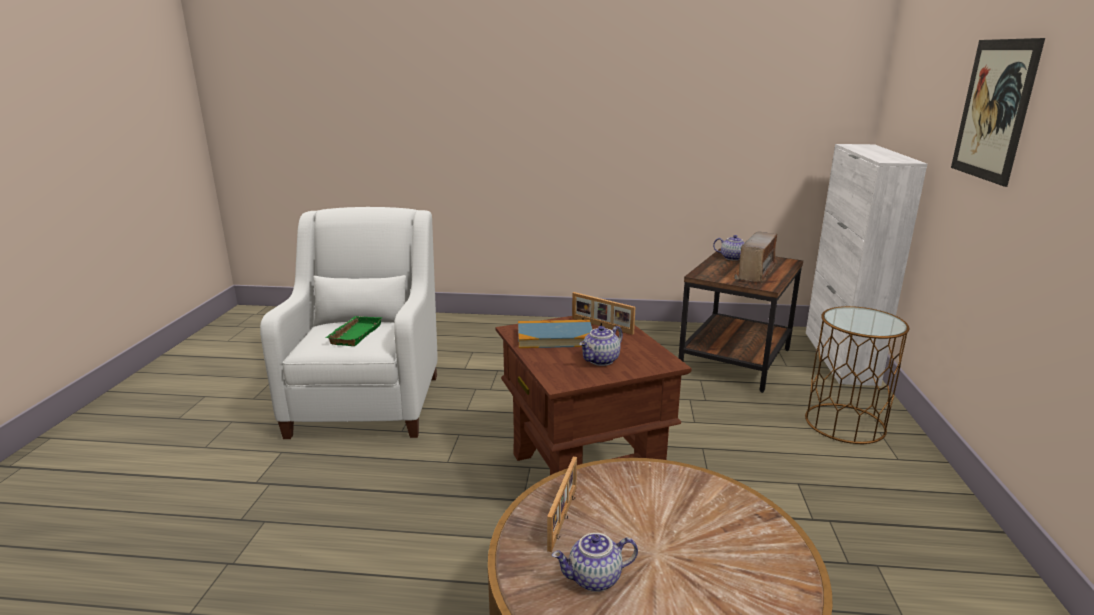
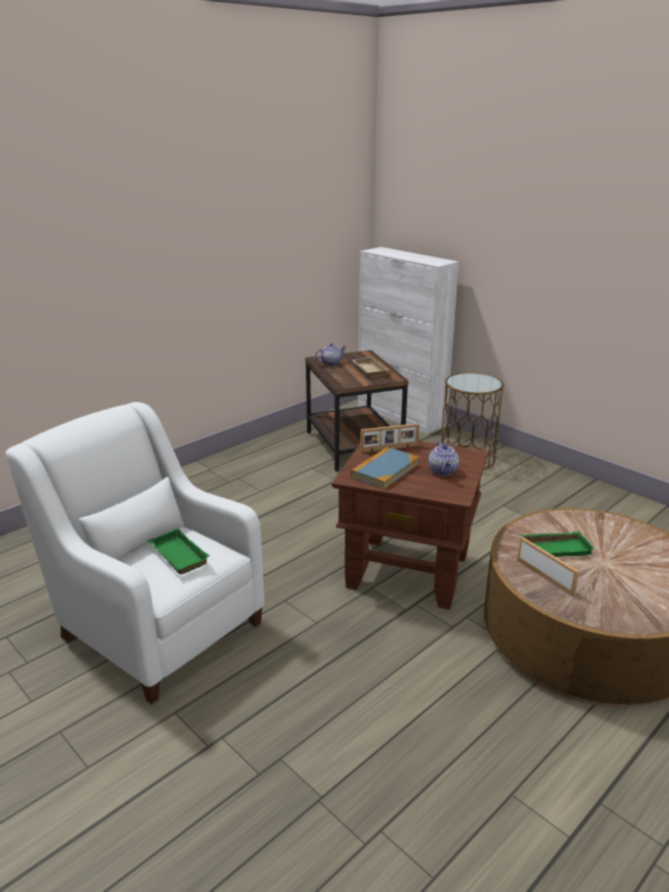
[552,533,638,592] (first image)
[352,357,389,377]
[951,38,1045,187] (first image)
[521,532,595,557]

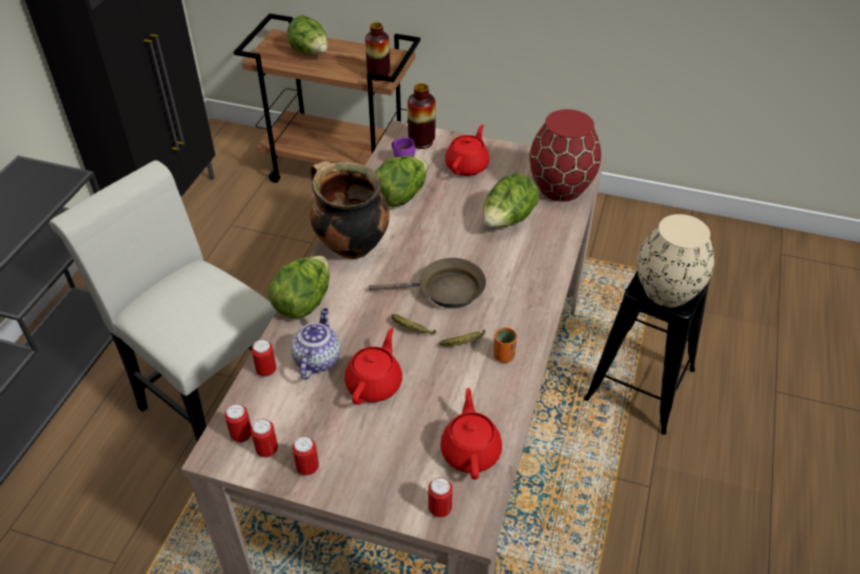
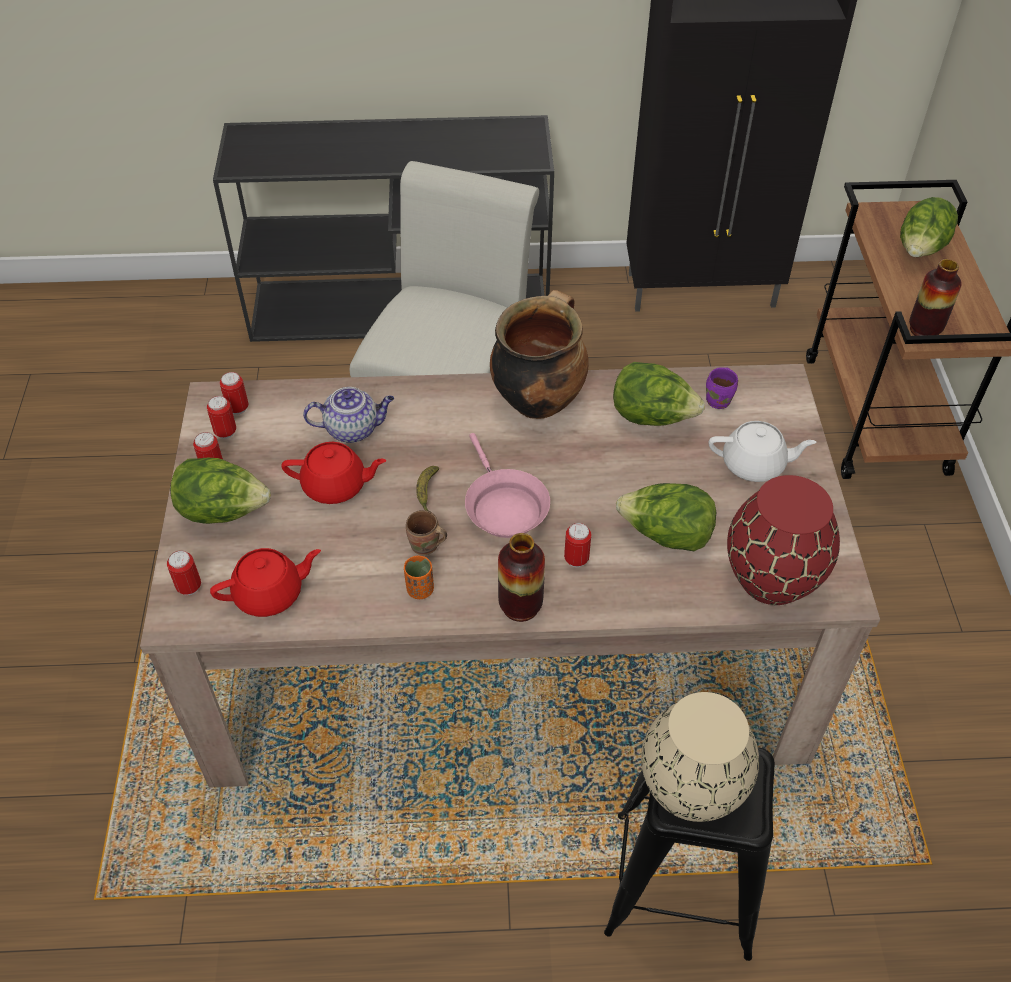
[564,523,591,567]
[170,458,271,524]
[465,433,550,538]
[498,533,545,622]
[406,510,447,555]
[709,421,816,482]

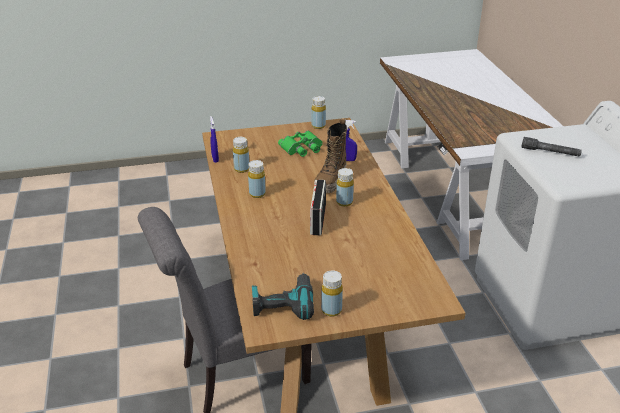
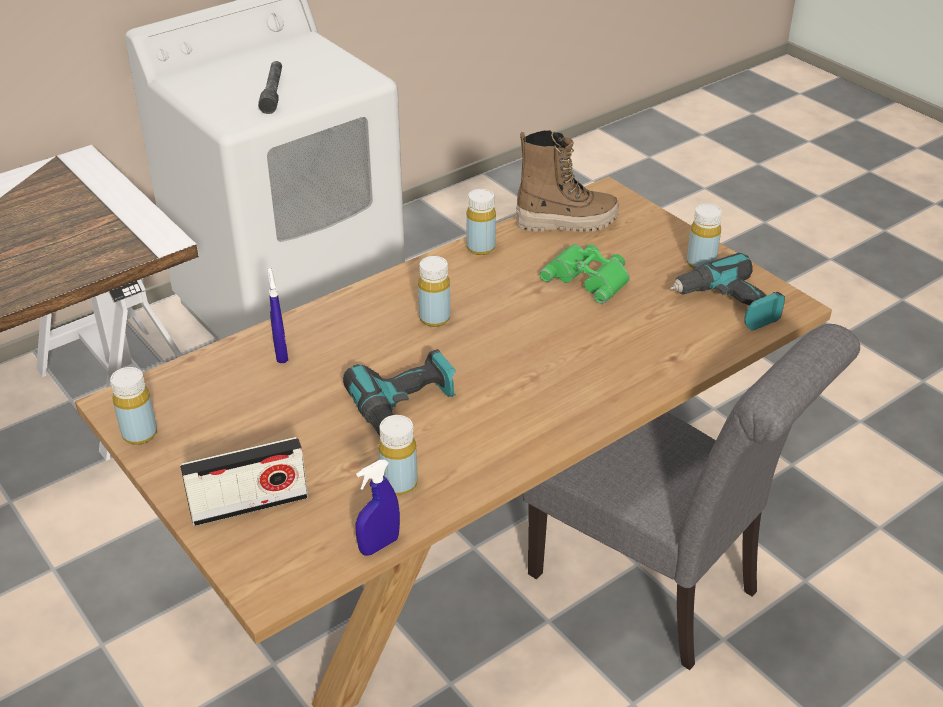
[466,189,496,255]
[539,244,630,304]
[180,437,308,526]
[516,130,618,232]
[343,349,456,436]

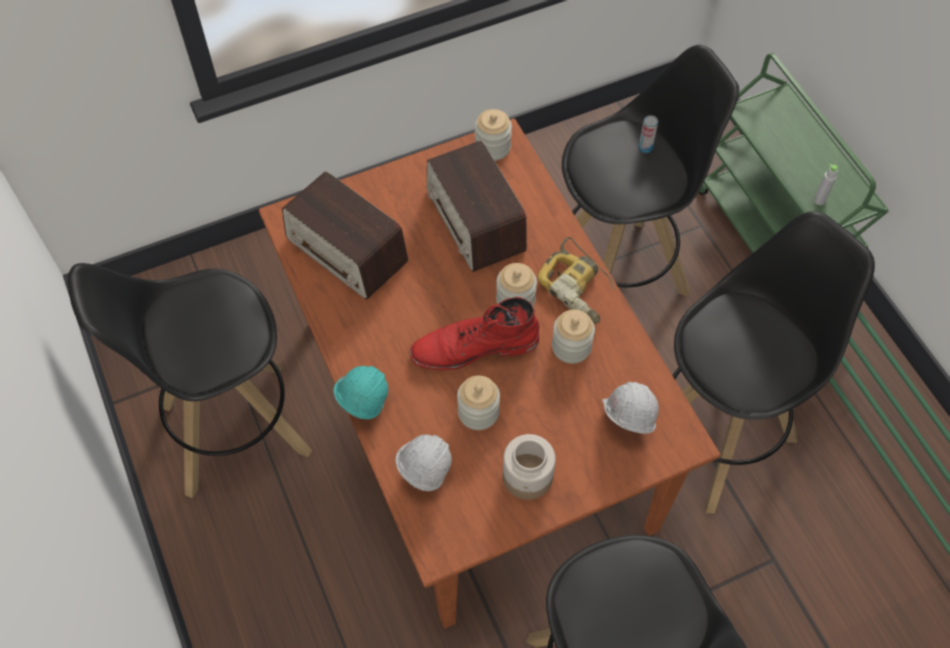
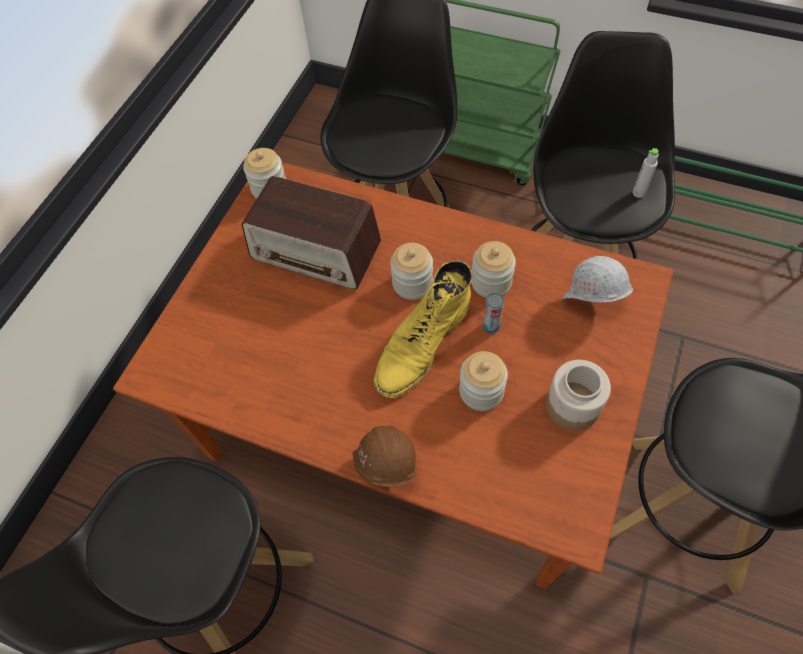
[282,171,408,299] (first image)
[352,426,417,487]
[396,435,452,491] (first image)
[374,261,472,398]
[537,237,615,324] (first image)
[483,293,504,333]
[632,148,659,198]

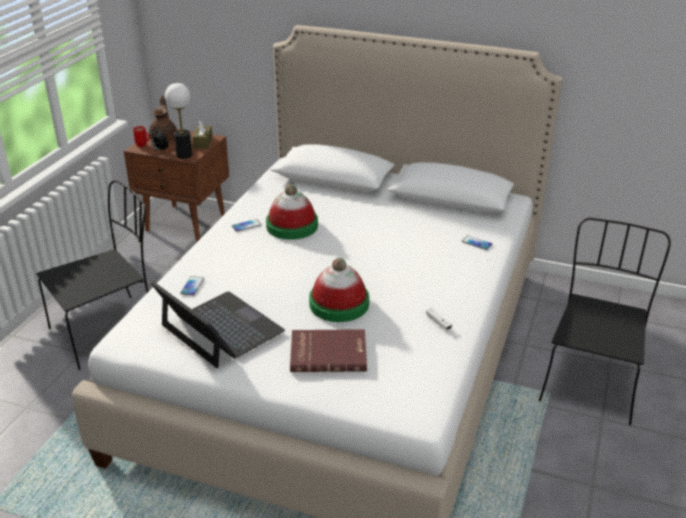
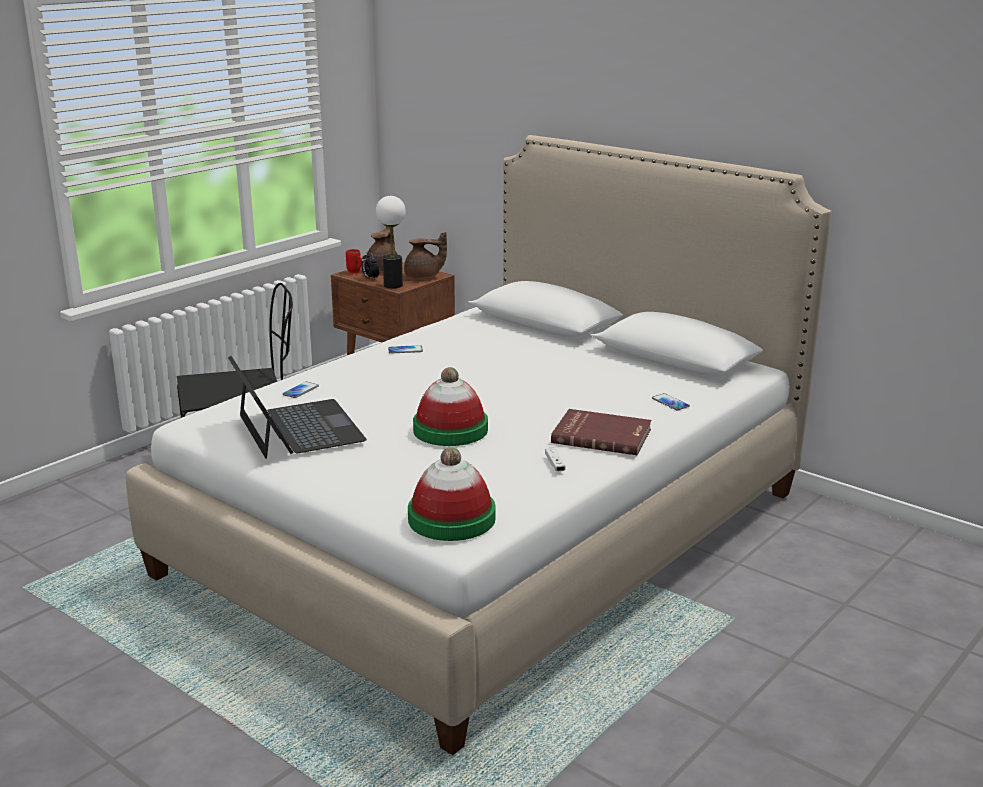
[404,232,447,279]
[408,447,496,541]
[551,409,651,455]
[539,218,671,425] (first image)

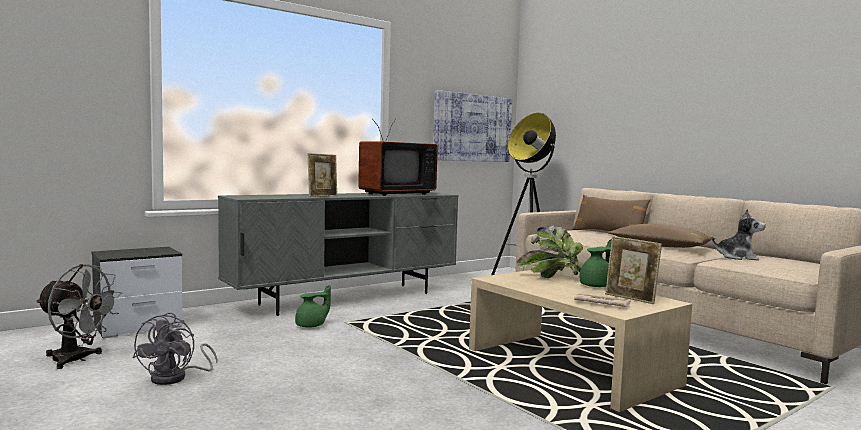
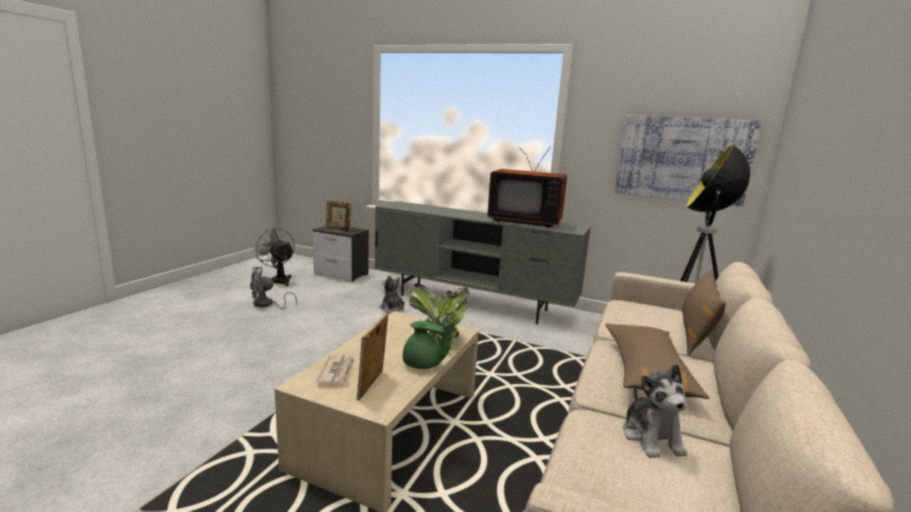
[253,228,295,286]
[379,275,405,313]
[325,200,352,233]

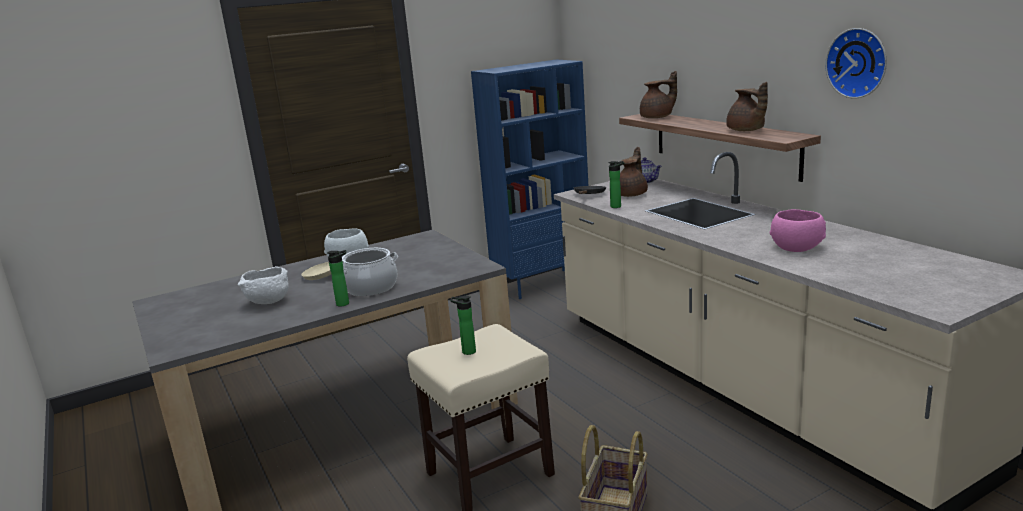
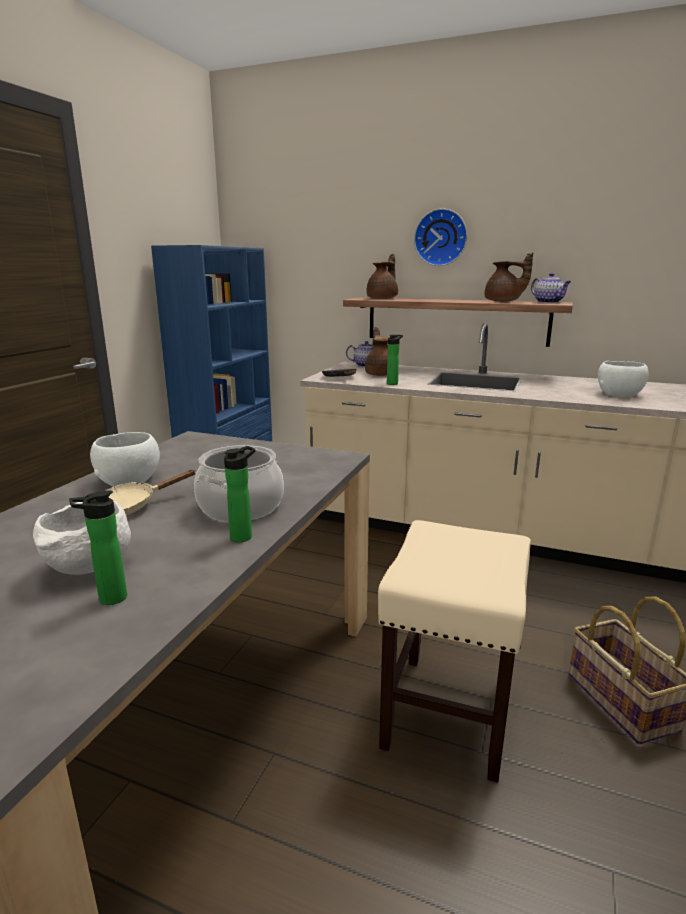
[69,490,127,605]
[598,361,649,397]
[414,208,467,266]
[531,273,571,303]

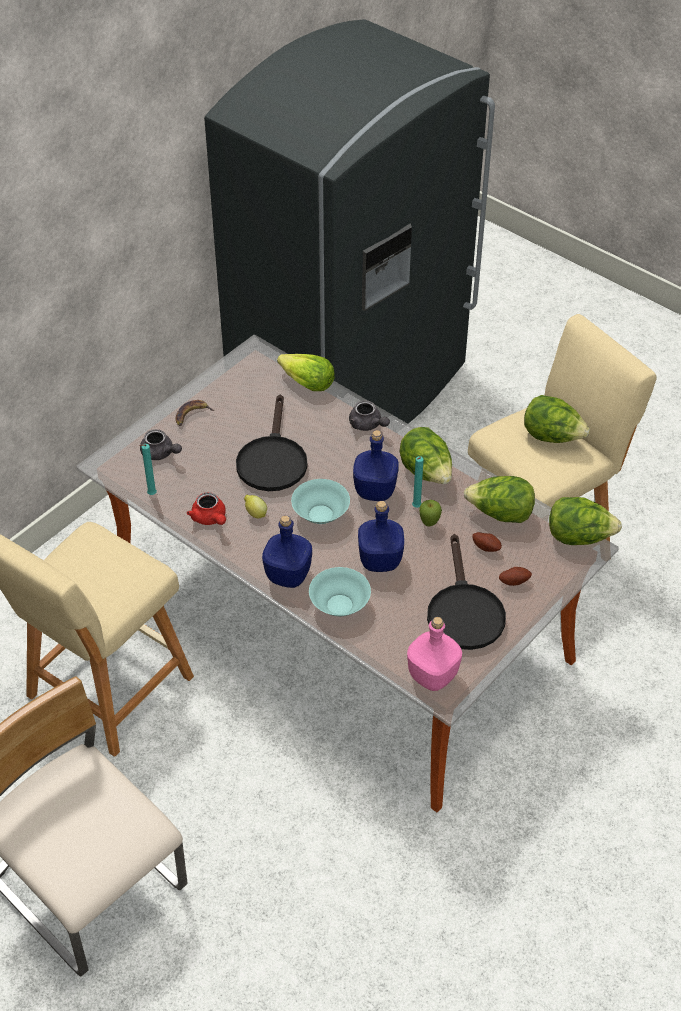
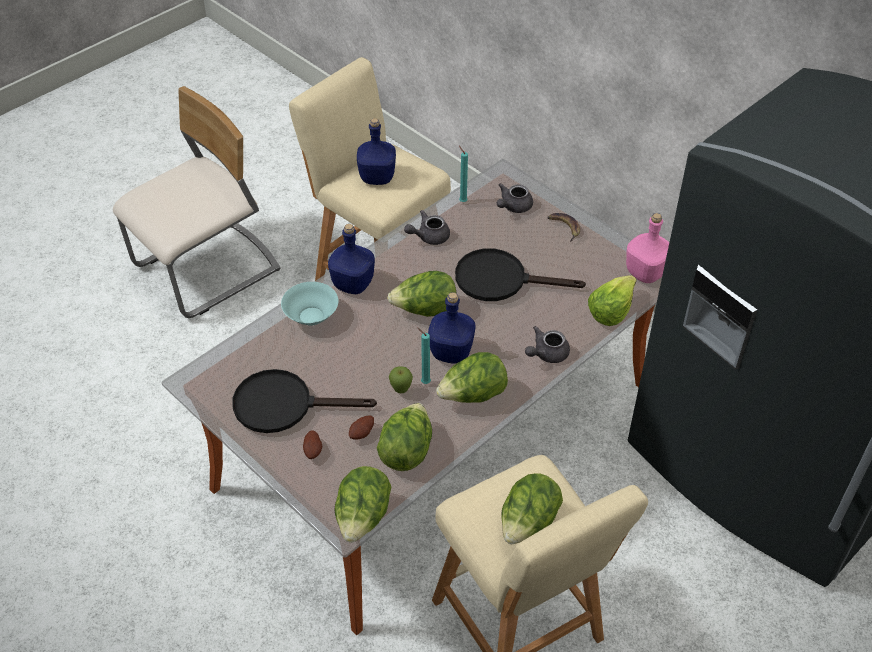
[404,210,450,245]
[244,495,267,518] (first image)
[387,271,456,317]
[357,118,396,185]
[626,213,669,283]

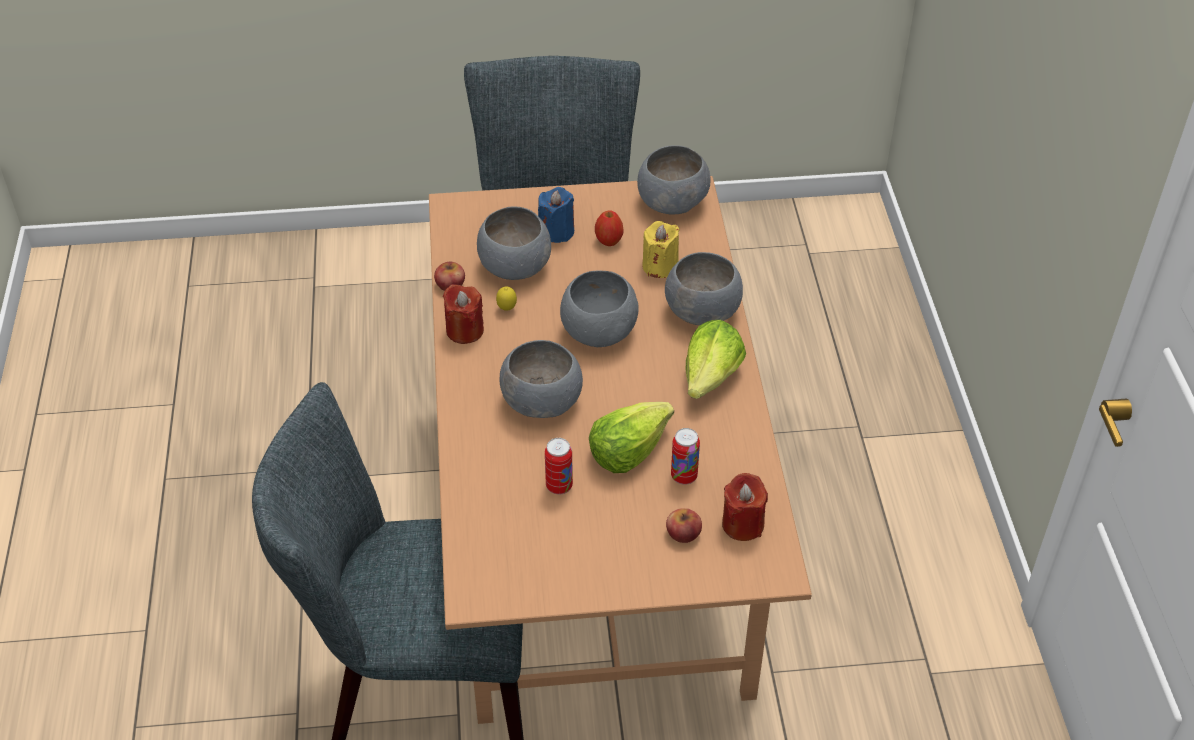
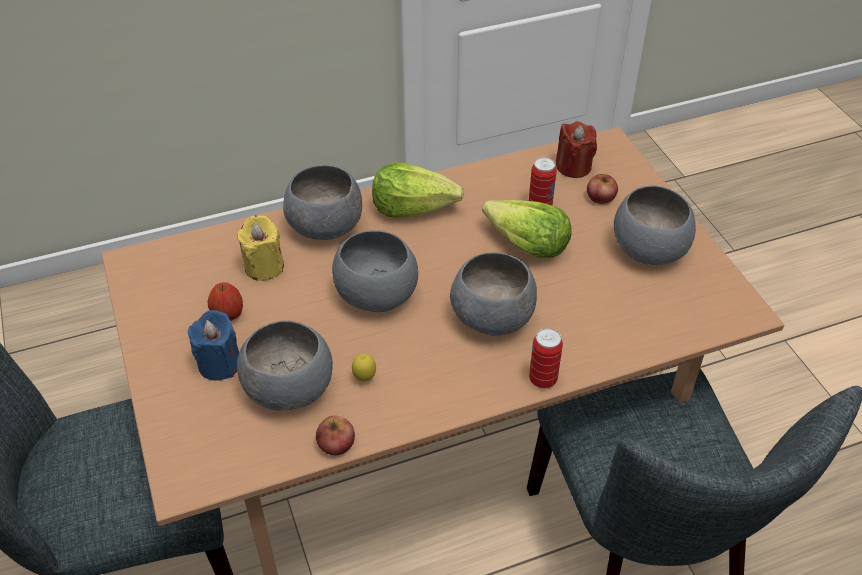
[443,284,484,344] (first image)
[529,328,563,389]
[614,186,696,265]

